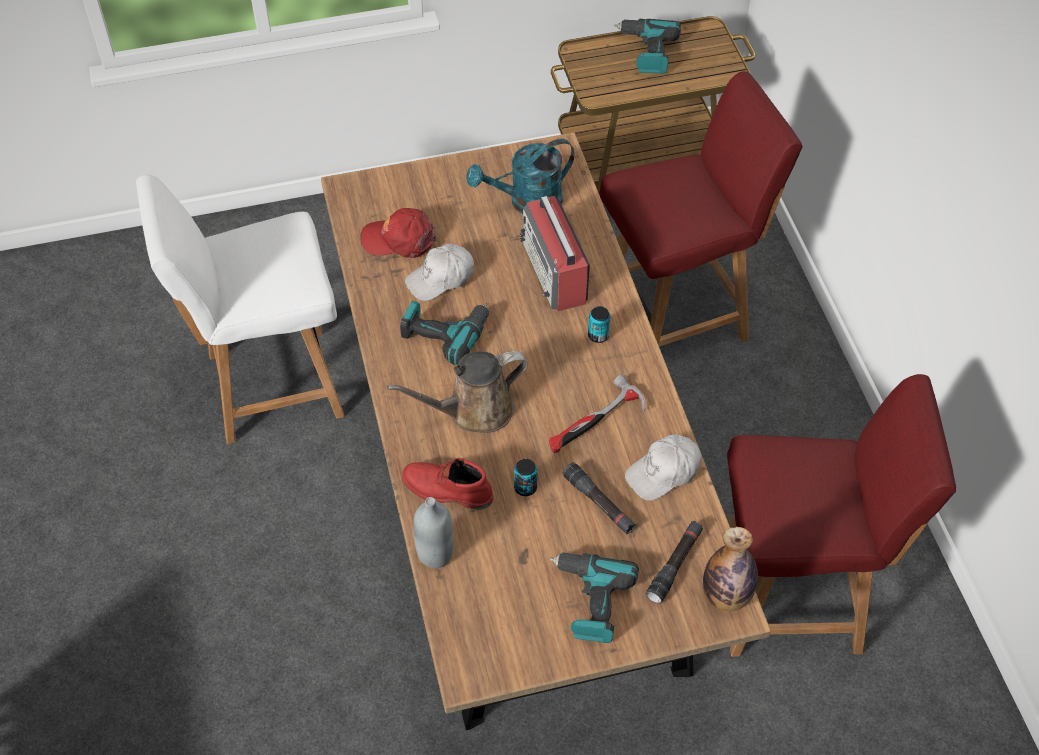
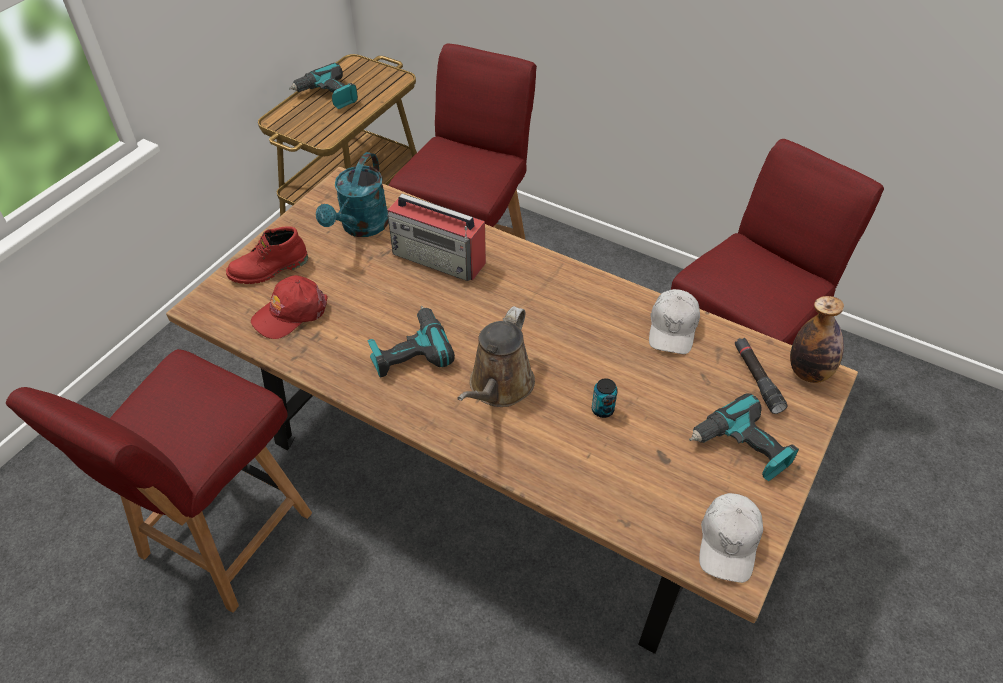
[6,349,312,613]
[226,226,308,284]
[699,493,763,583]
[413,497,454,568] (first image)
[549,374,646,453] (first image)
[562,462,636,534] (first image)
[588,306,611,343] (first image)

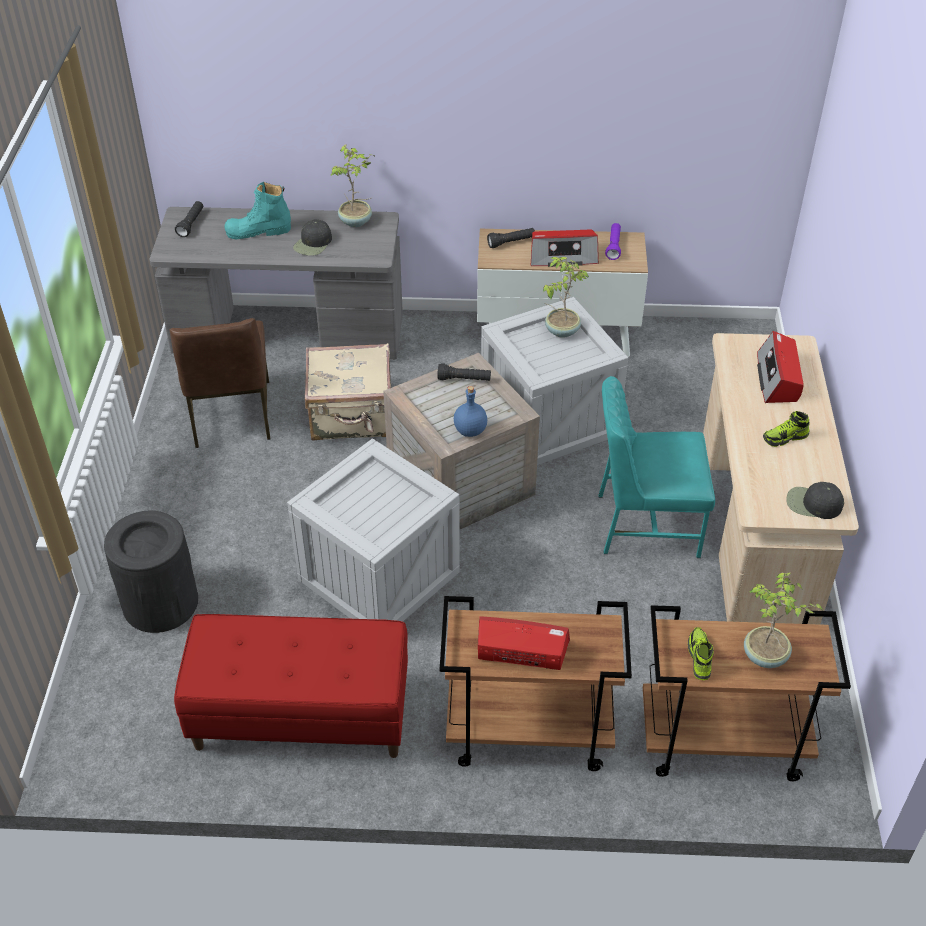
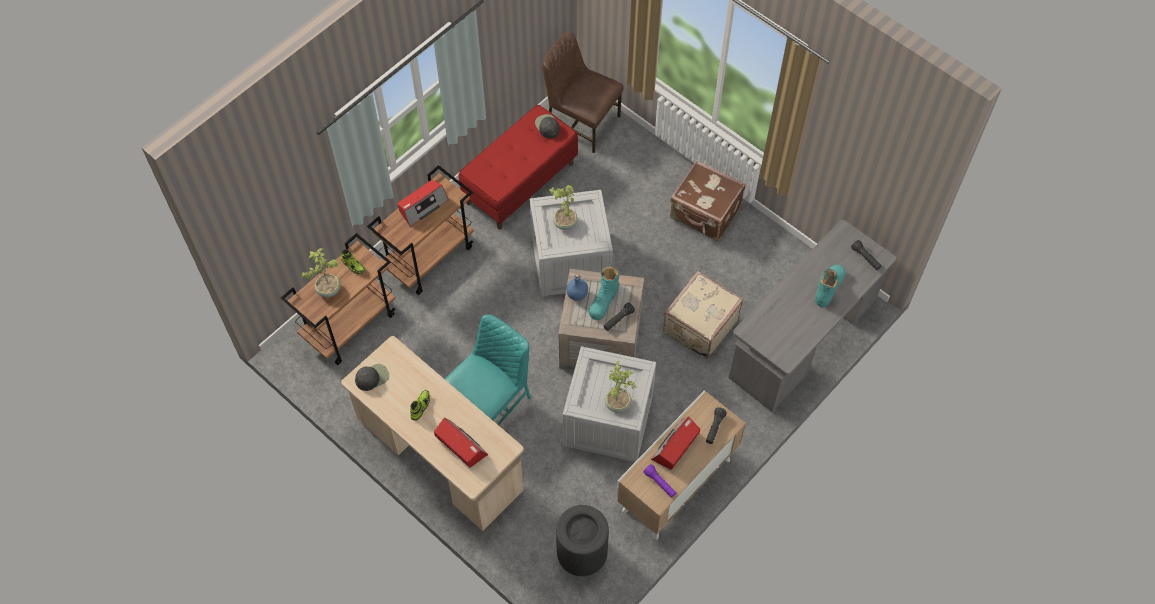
[556,505,609,576]
[542,32,624,153]
[535,114,560,139]
[549,185,578,230]
[588,265,619,320]
[670,160,746,241]

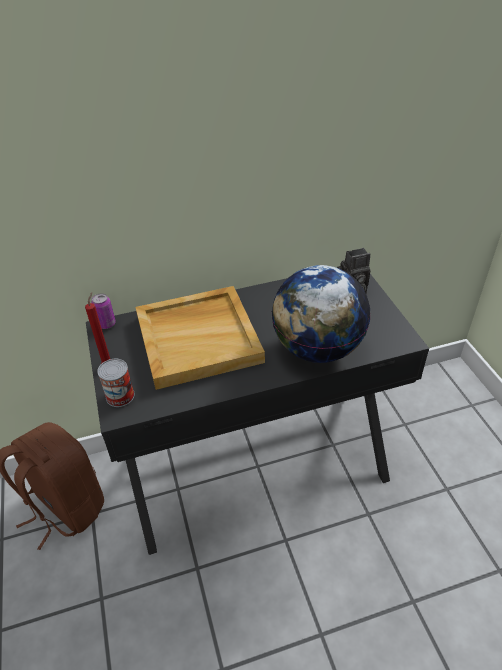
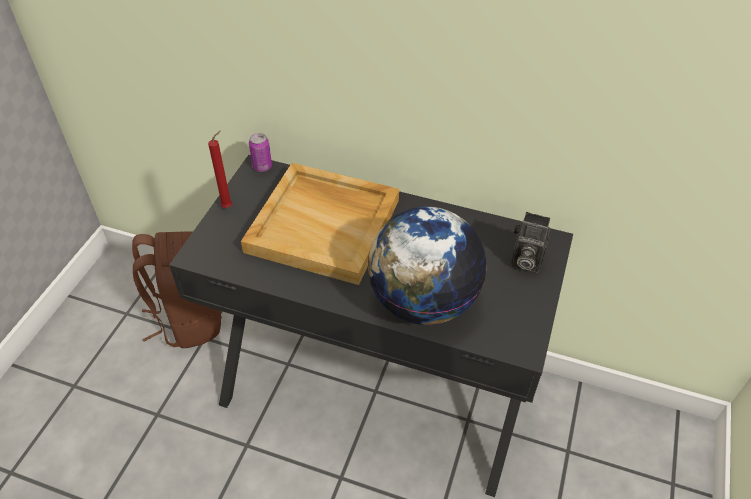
[97,359,135,407] (first image)

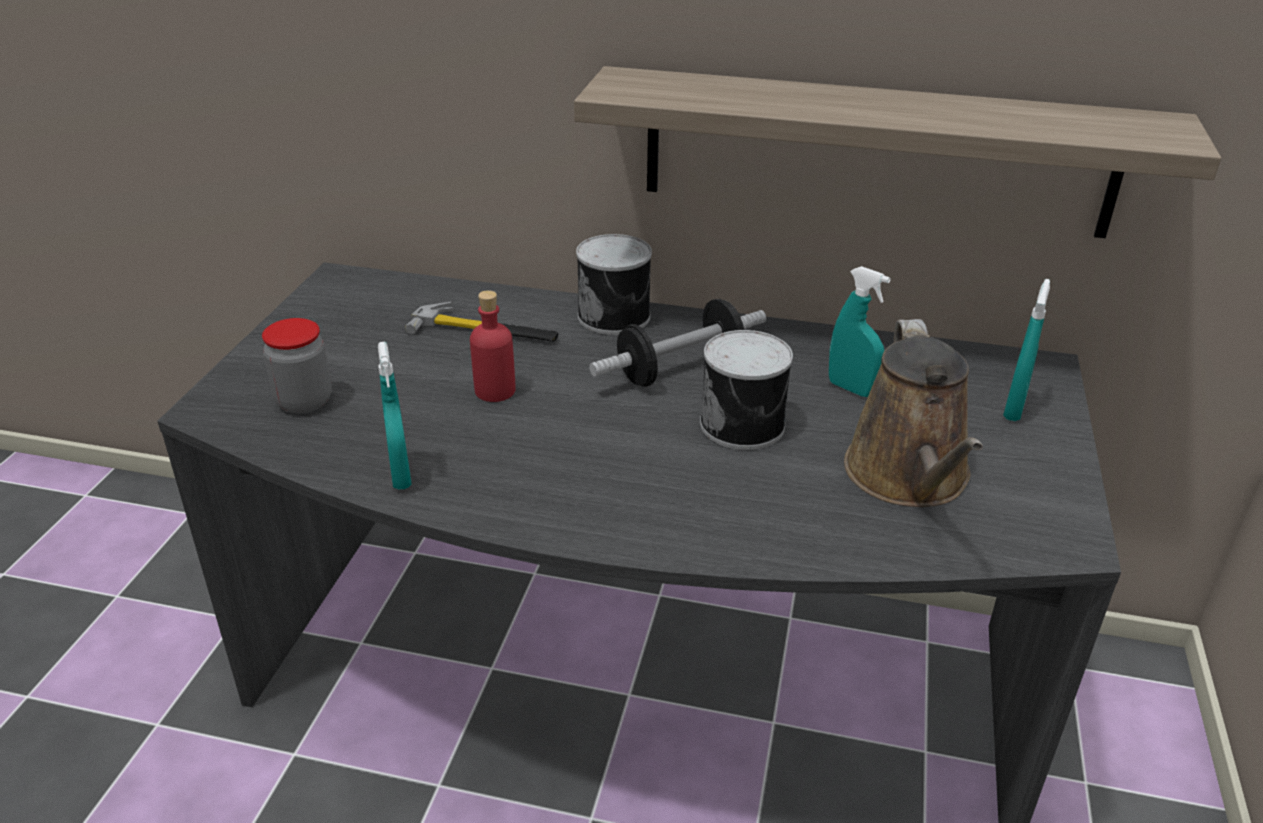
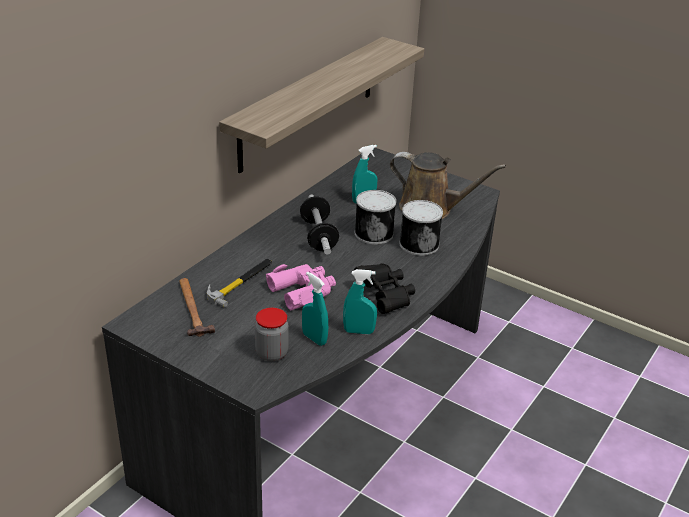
[266,264,336,310]
[399,200,443,256]
[302,271,328,346]
[180,278,215,337]
[354,263,415,314]

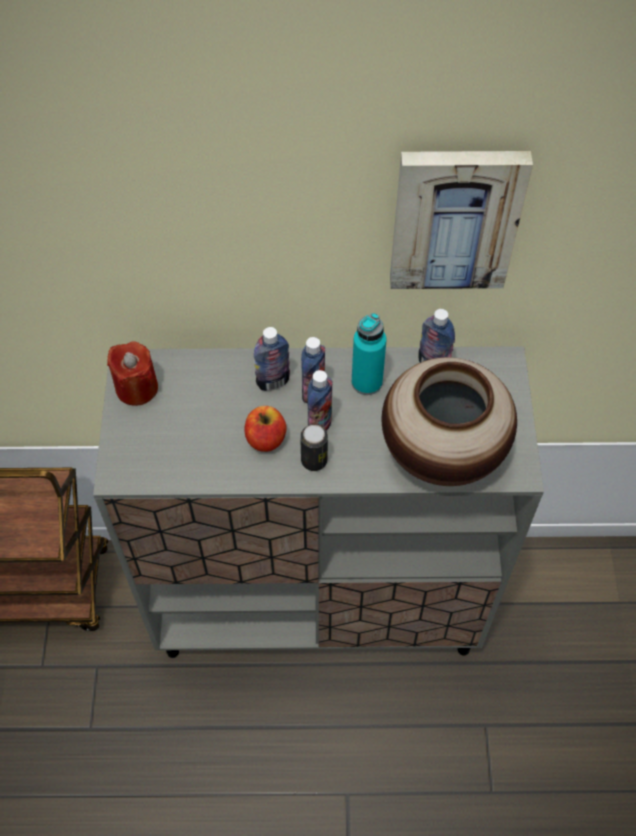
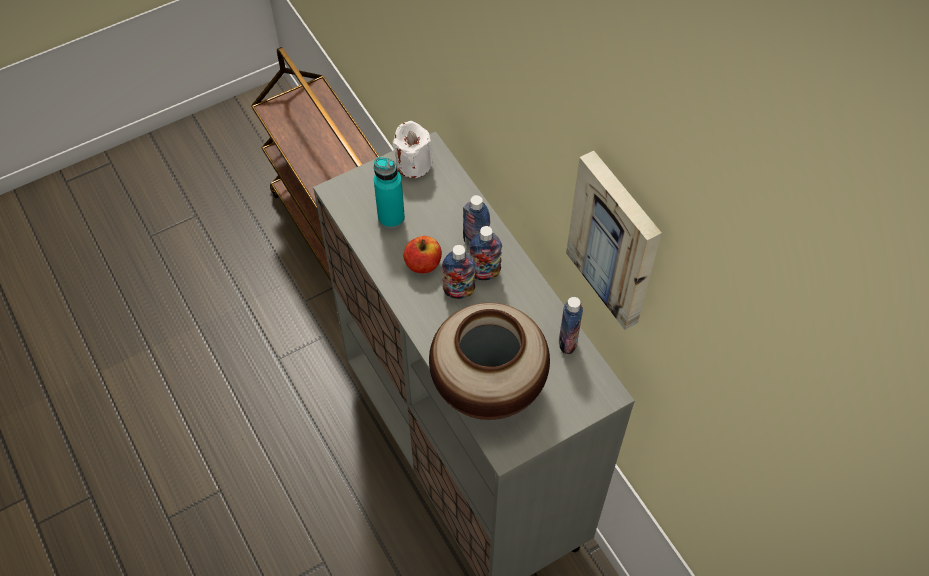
[392,121,433,178]
[300,424,328,471] (first image)
[374,157,405,229]

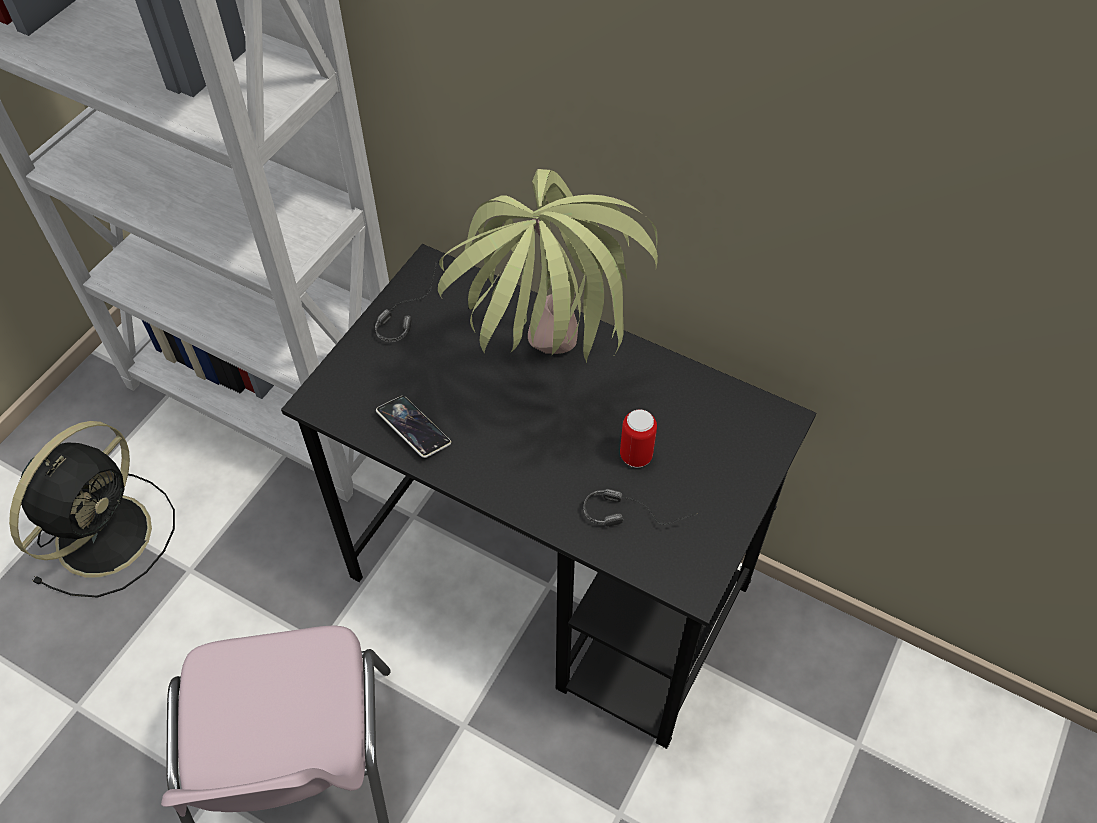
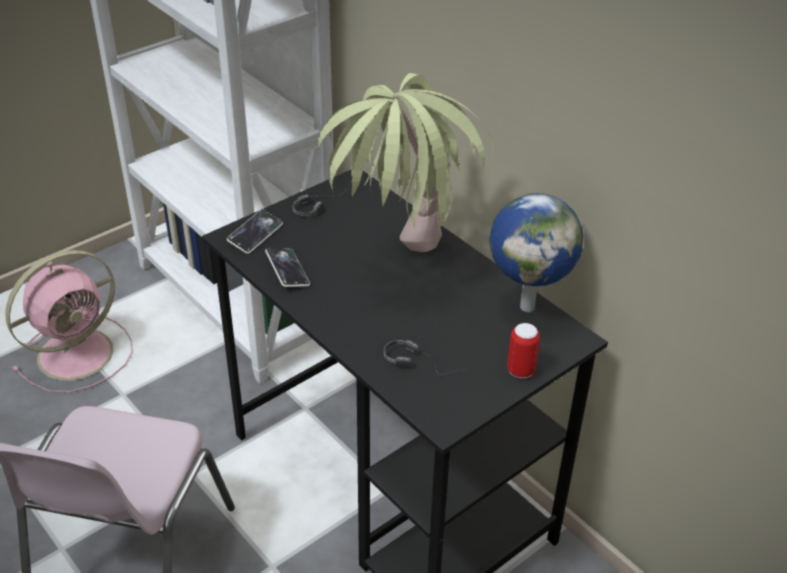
[5,250,133,393]
[507,323,540,378]
[227,210,283,254]
[490,193,583,312]

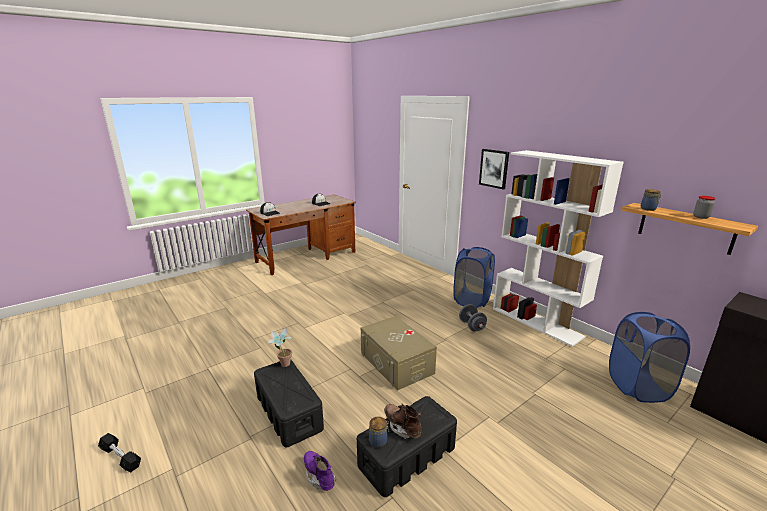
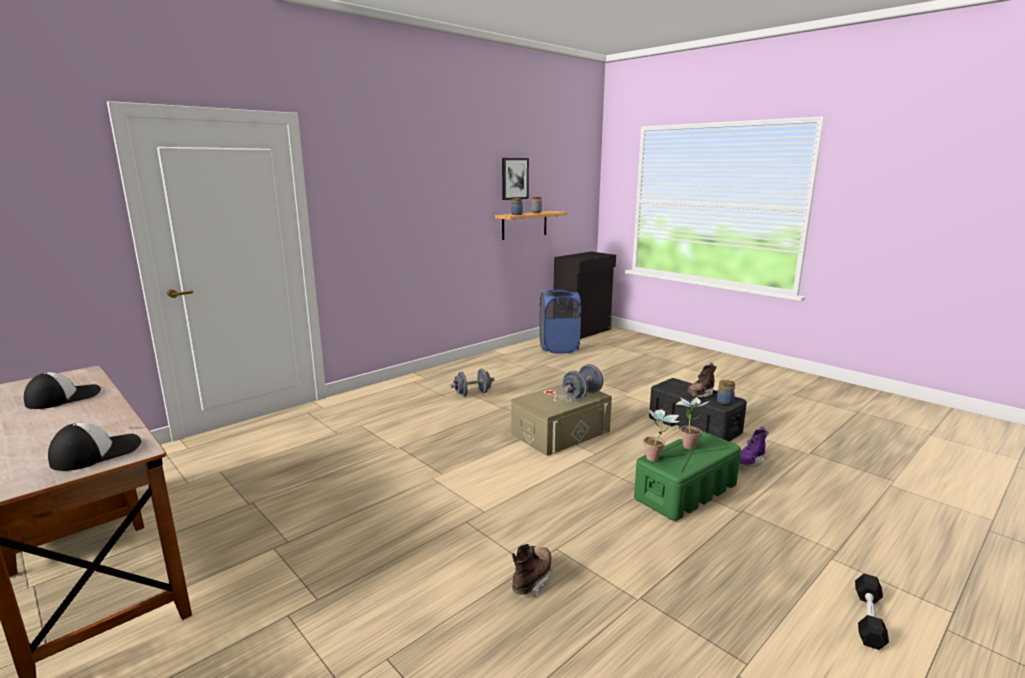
[634,431,741,521]
[453,247,495,308] (first image)
[502,158,529,200]
[493,150,624,347] (first image)
[512,544,552,597]
[562,364,603,400]
[676,397,711,449]

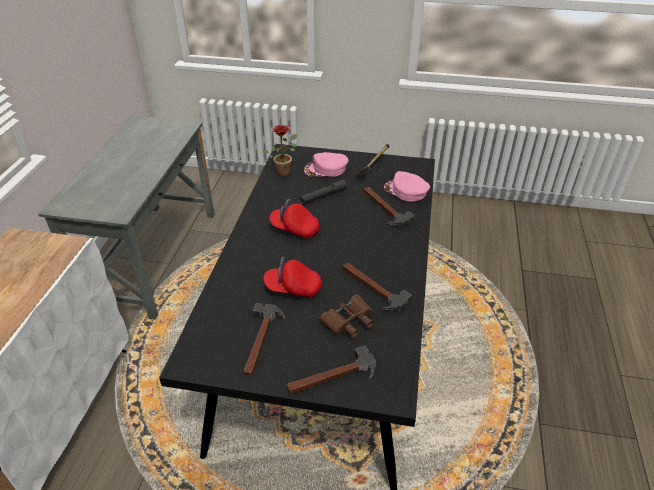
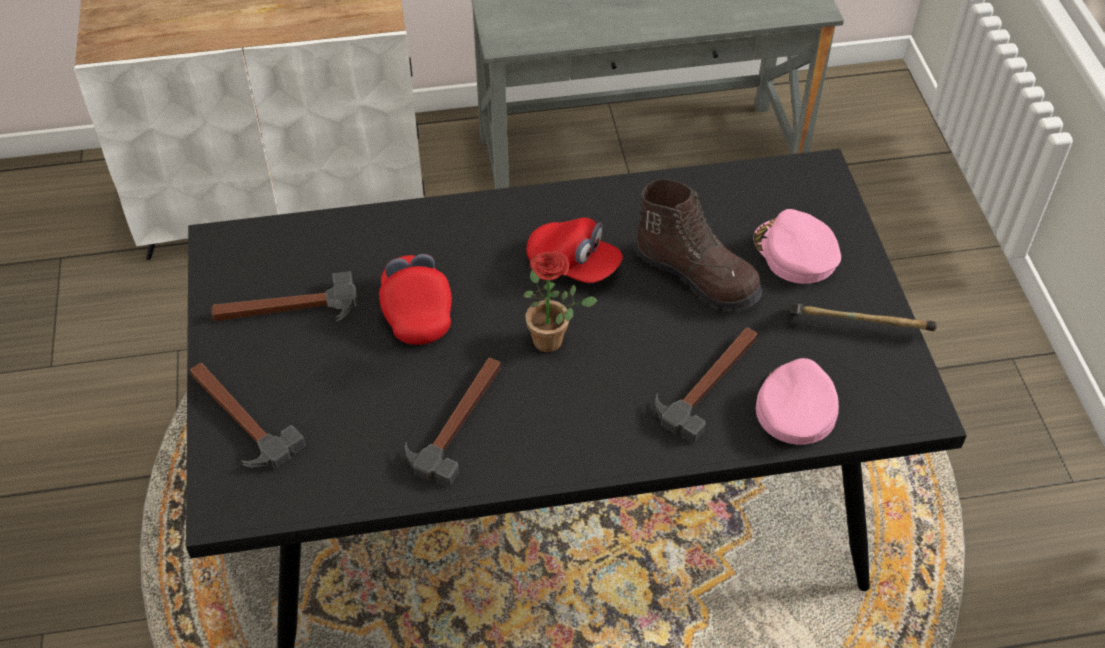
[523,250,597,353]
[526,218,623,283]
[635,179,762,312]
[319,294,374,338] (first image)

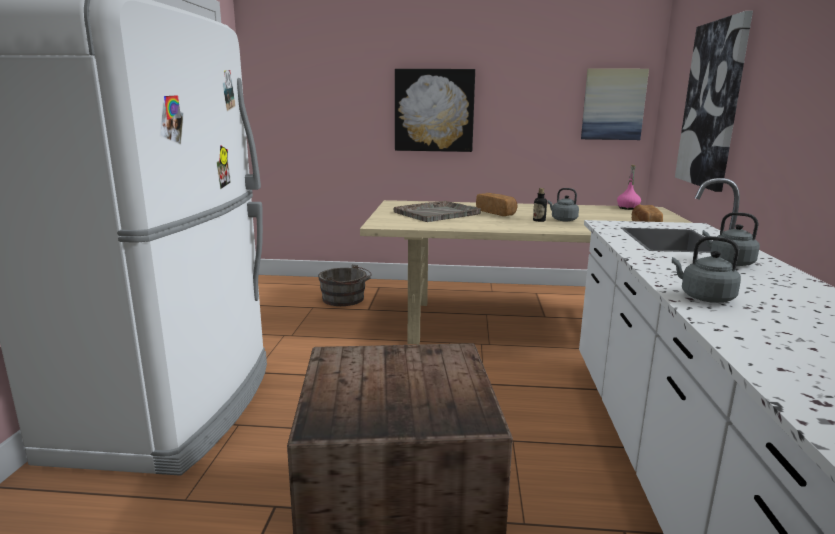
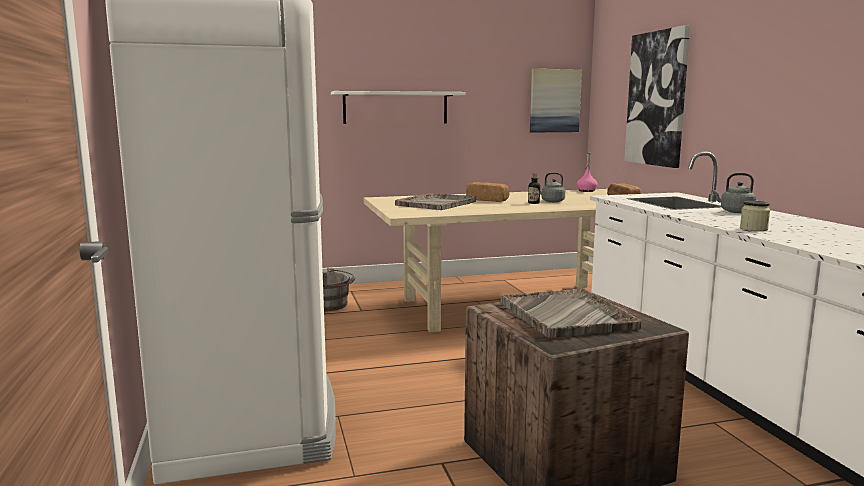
[331,91,466,124]
[740,201,770,231]
[501,288,642,338]

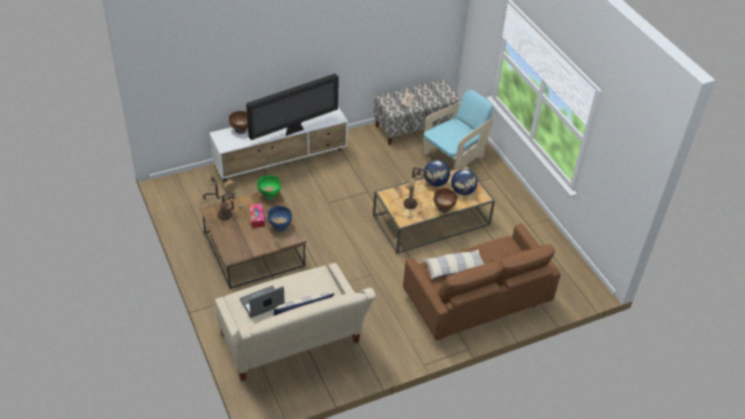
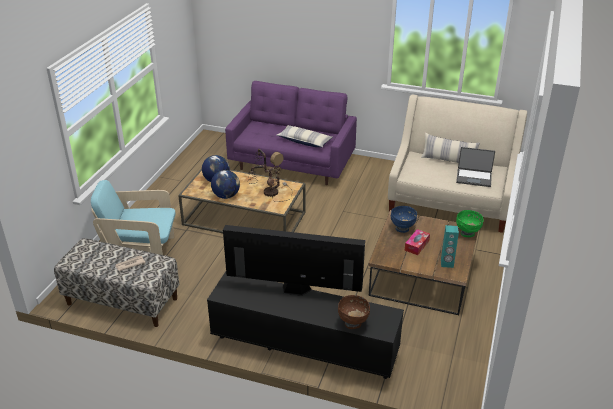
[441,225,459,268]
[207,271,404,379]
[456,210,484,237]
[225,81,357,185]
[434,188,457,213] (first image)

